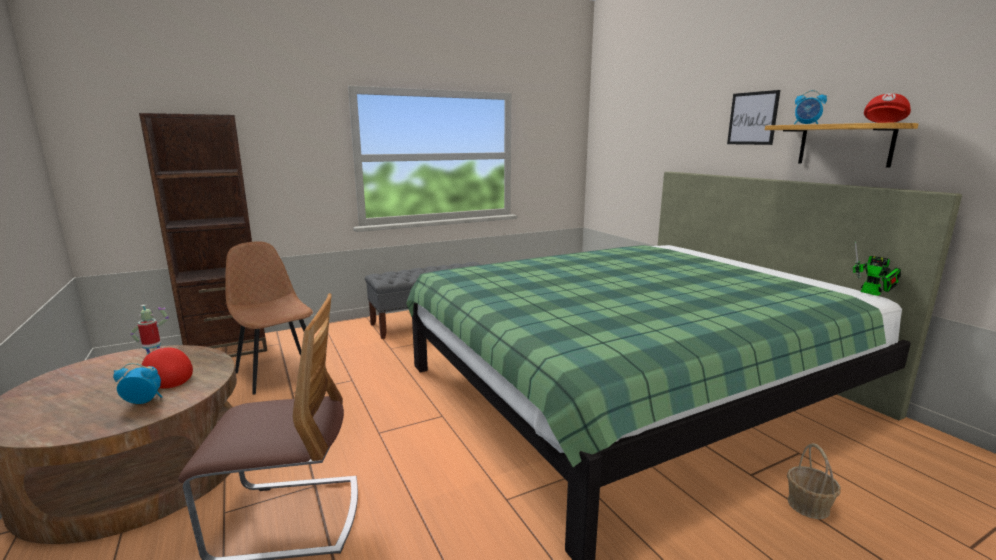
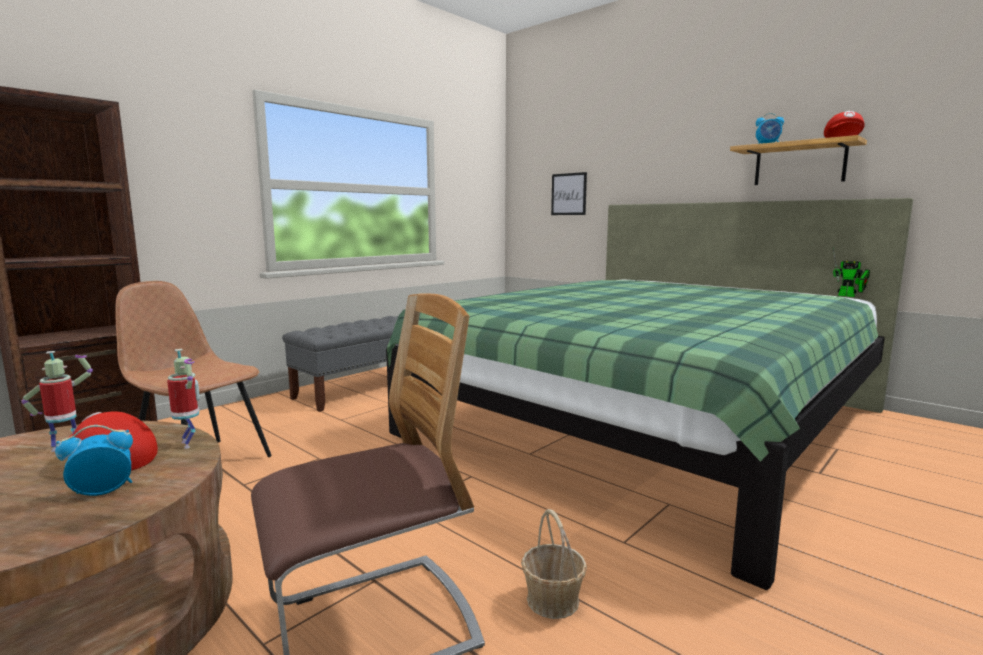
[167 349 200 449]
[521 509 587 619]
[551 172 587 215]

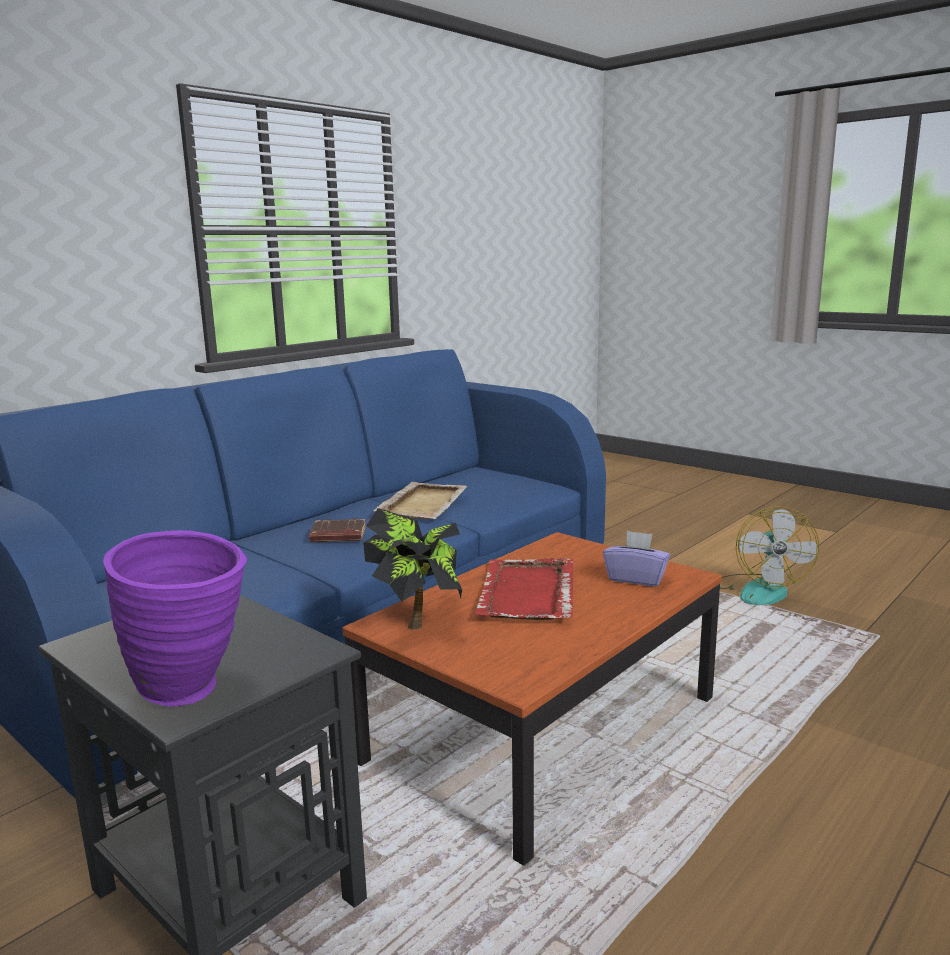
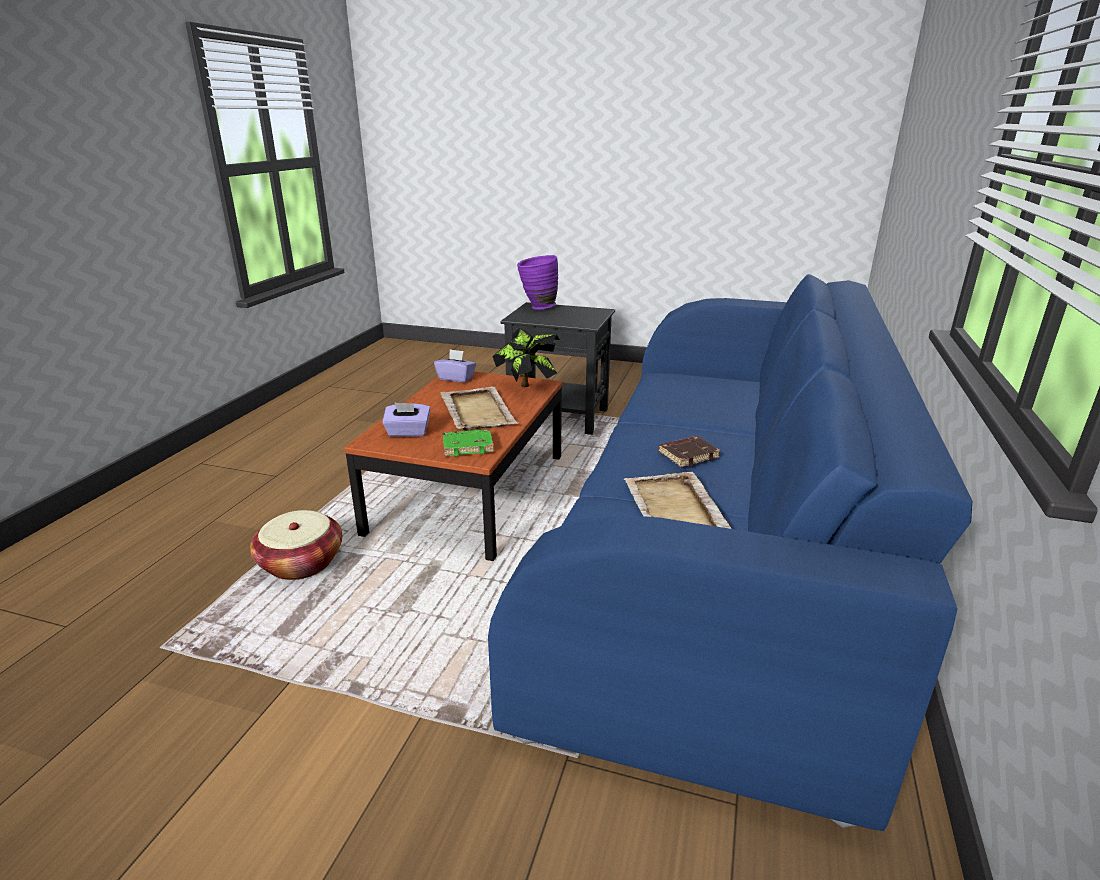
[250 510 342 580]
[434 349 476 383]
[440 387 518 431]
[443 429 494 457]
[720 506 820 605] (first image)

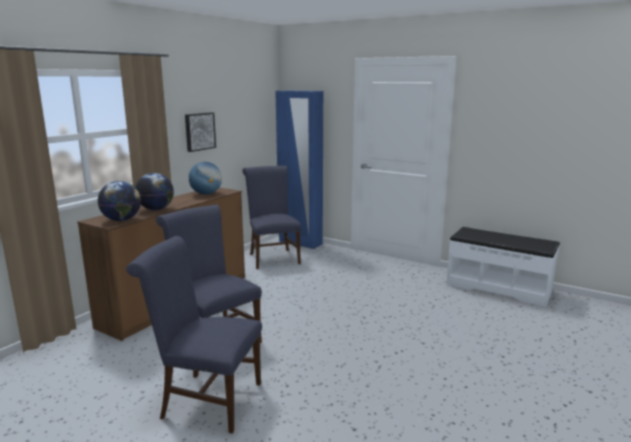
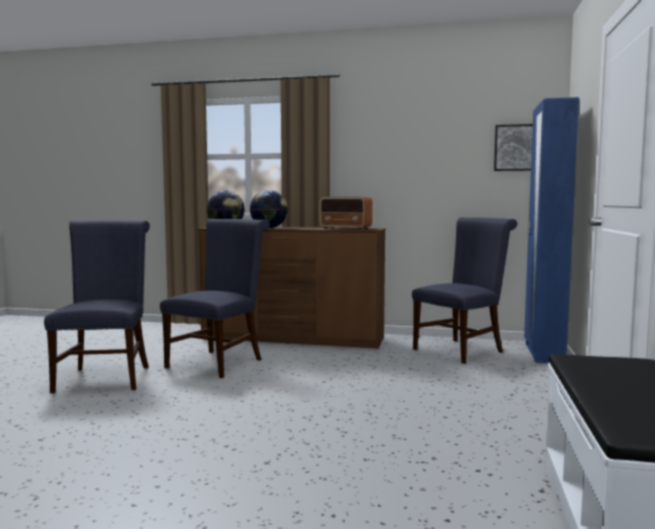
[319 196 373 230]
[494 124 533 171]

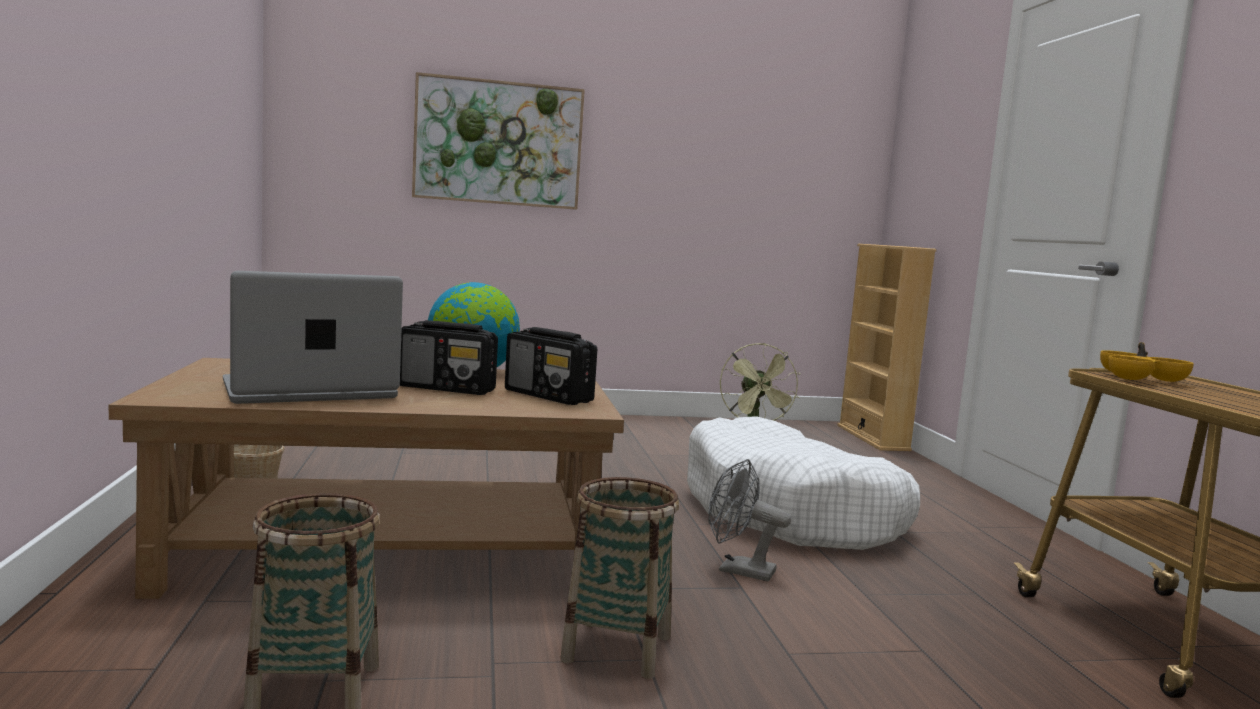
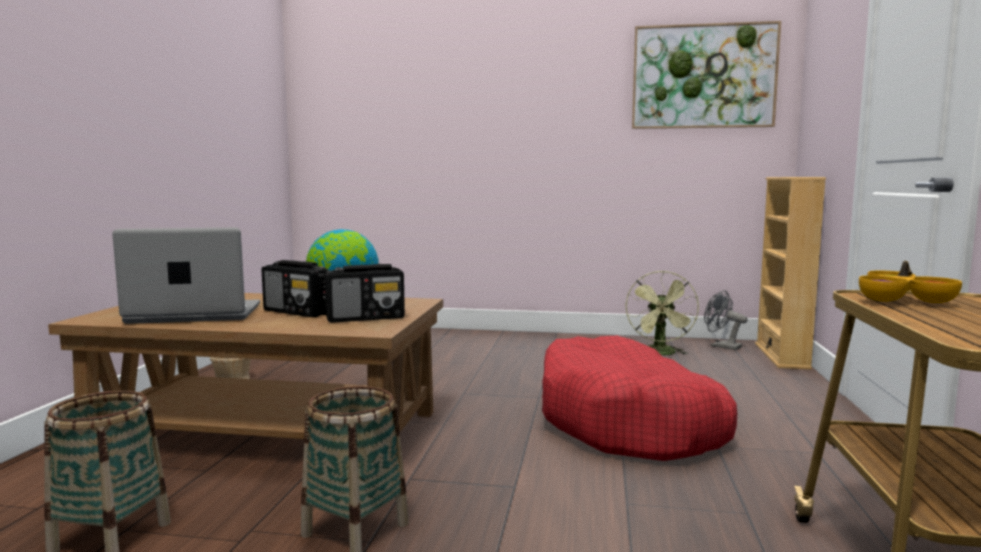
[325 264 405 323]
[542 336 737 461]
[632 21 781 129]
[704 290 748 350]

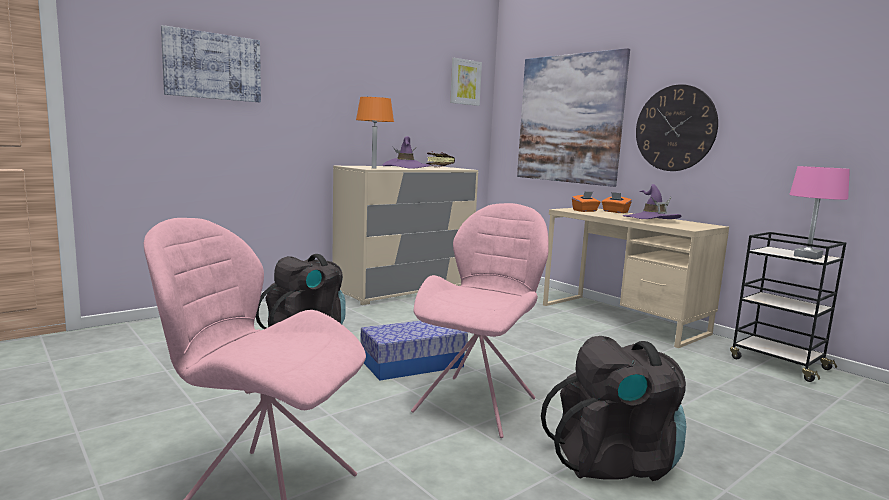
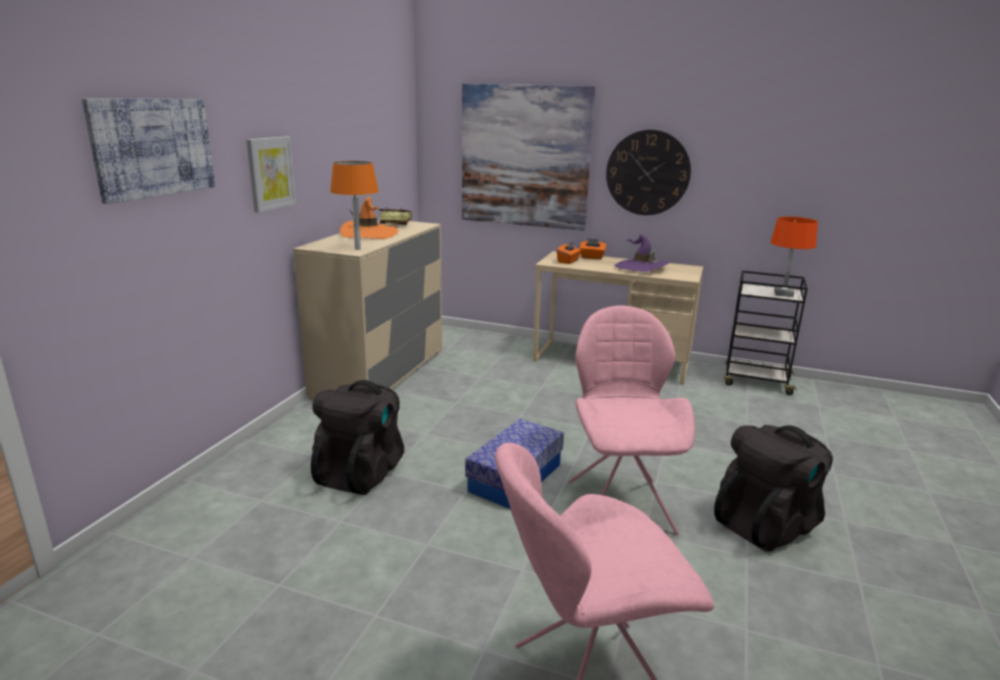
[247 136 296 213]
[340 197 398 239]
[771 217 818 297]

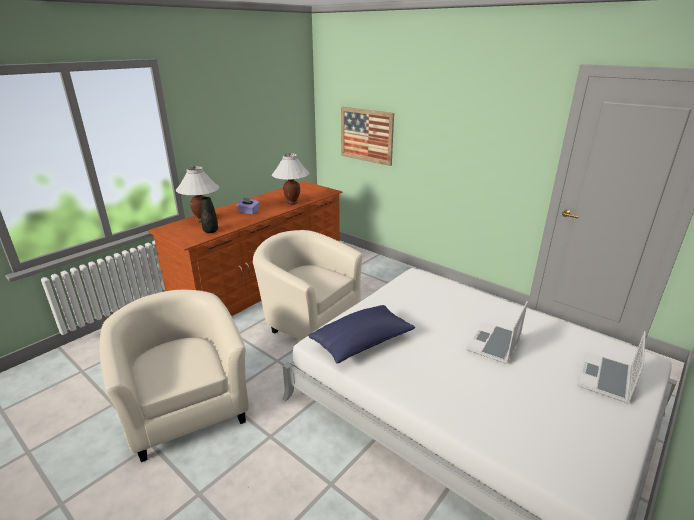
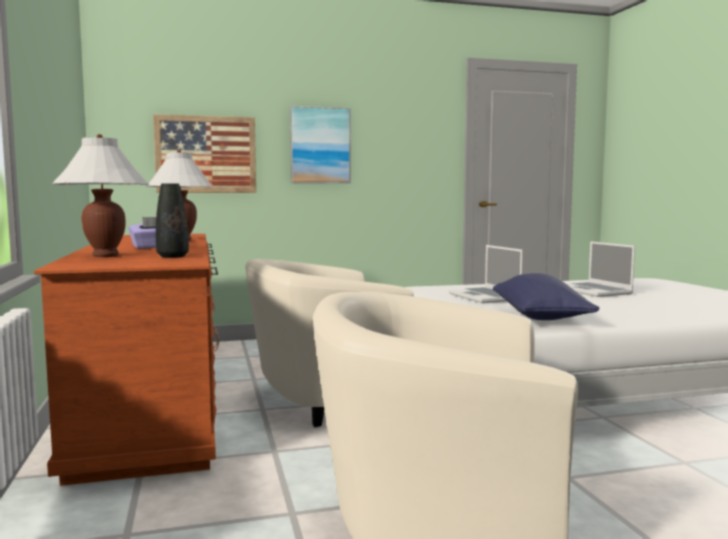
[290 106 351 184]
[449 245 523 303]

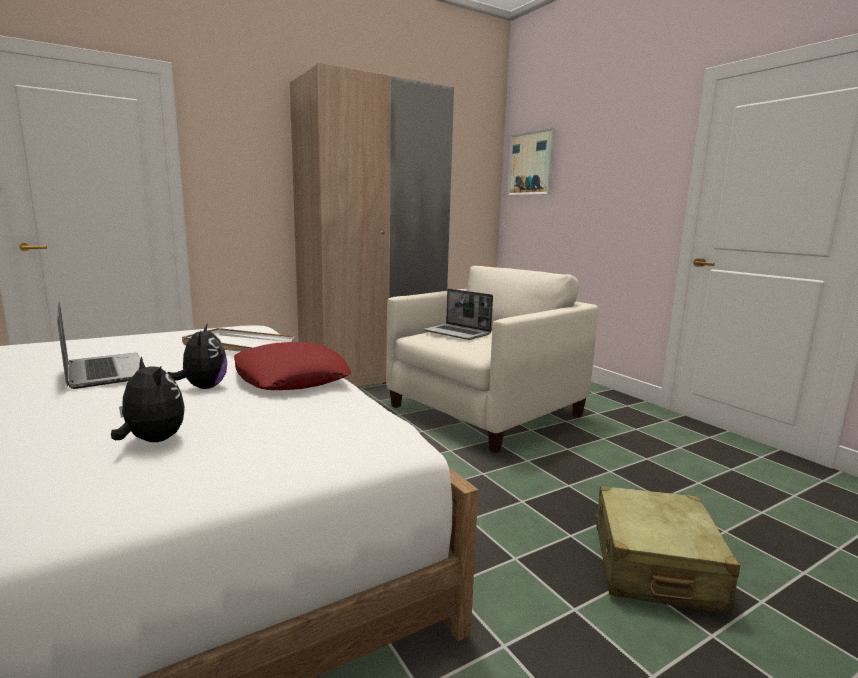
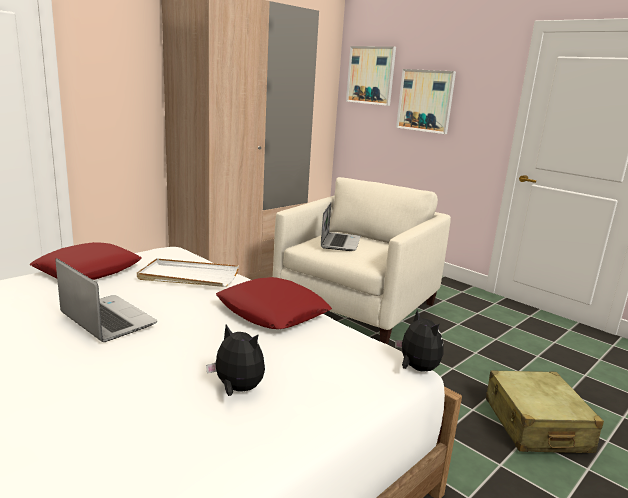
[30 242 142 280]
[321 203 361 251]
[395 309 444 372]
[396 69 456 134]

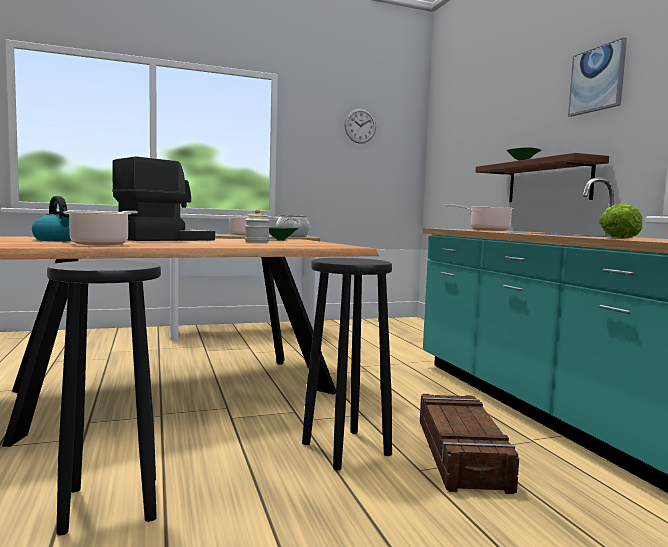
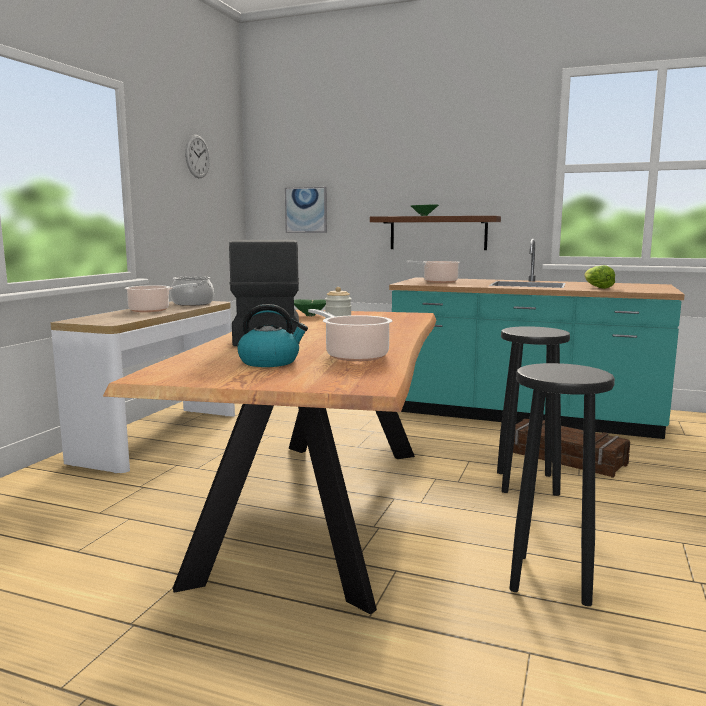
[285 187 327 233]

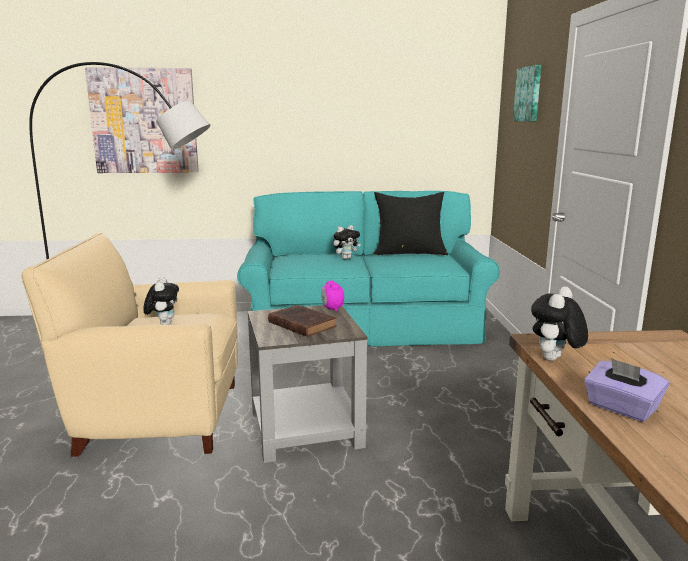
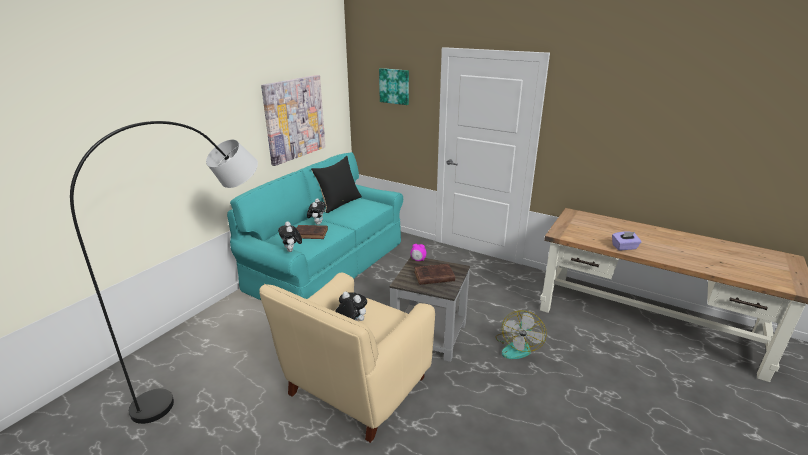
[261 75 326 166]
[278 221 302 252]
[296 225 328 239]
[496 310 547 359]

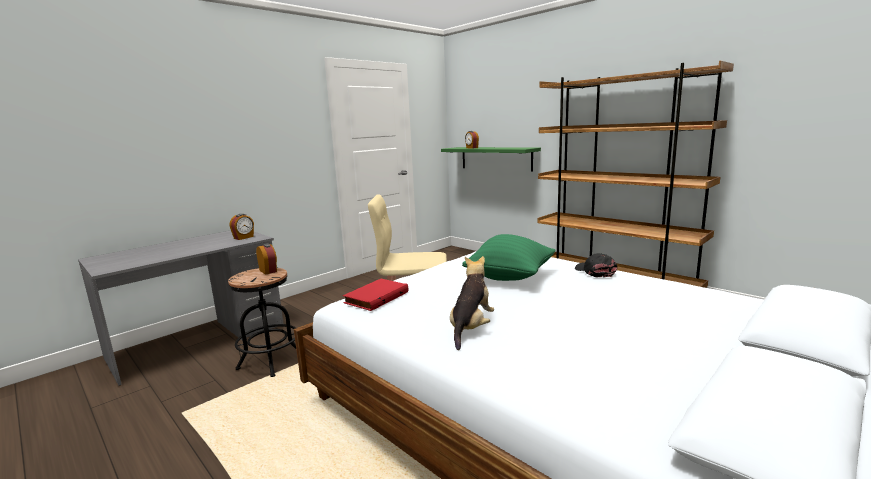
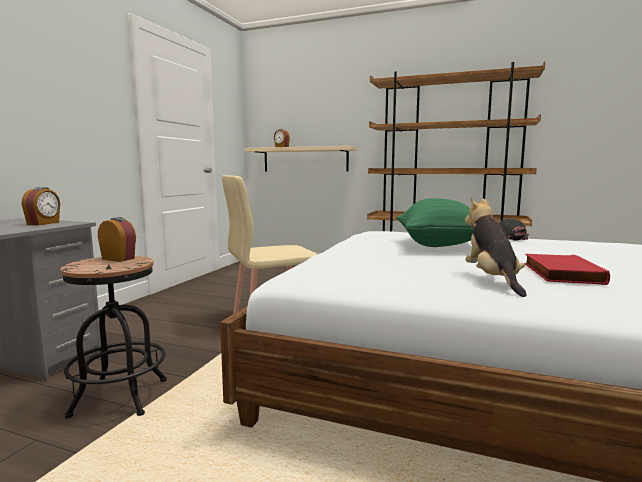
[245 146 357 172]
[525 254 610 285]

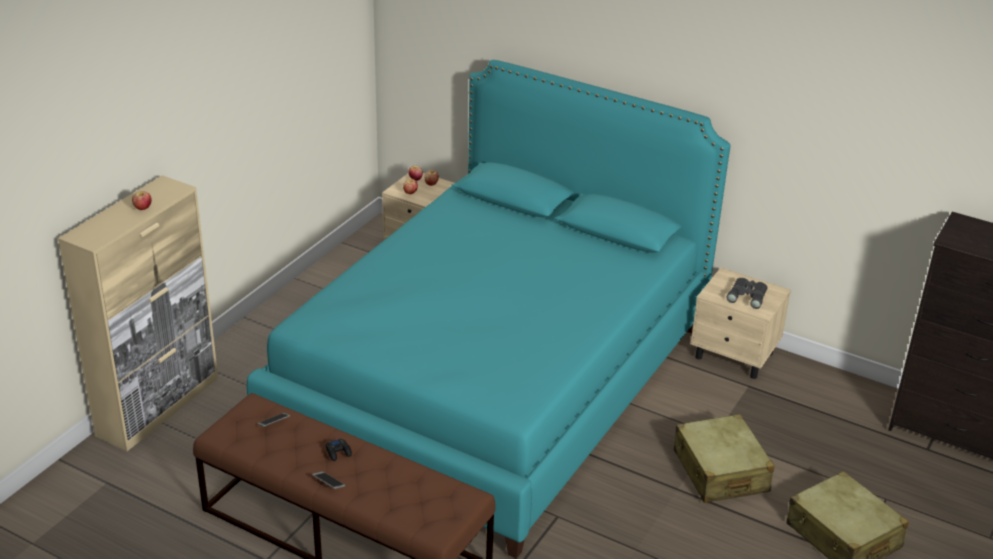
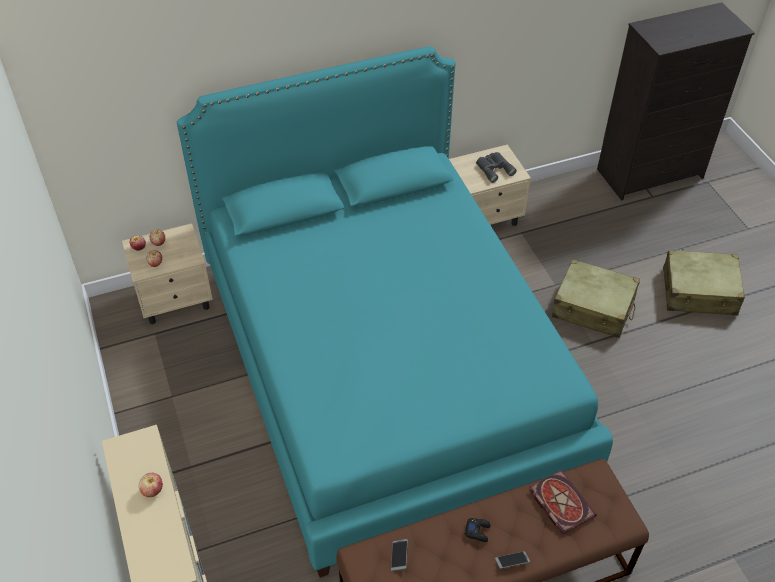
[529 470 597 535]

